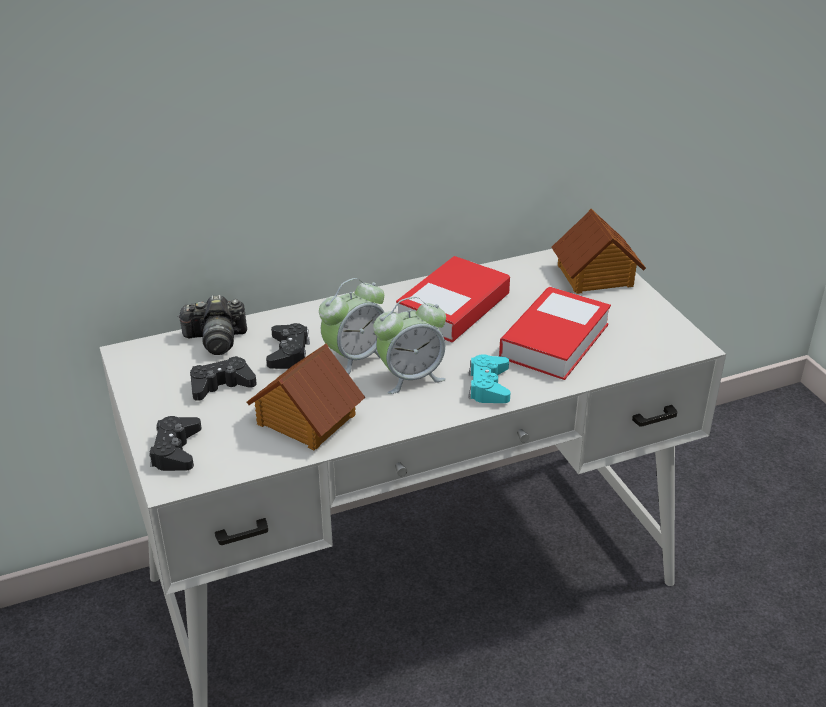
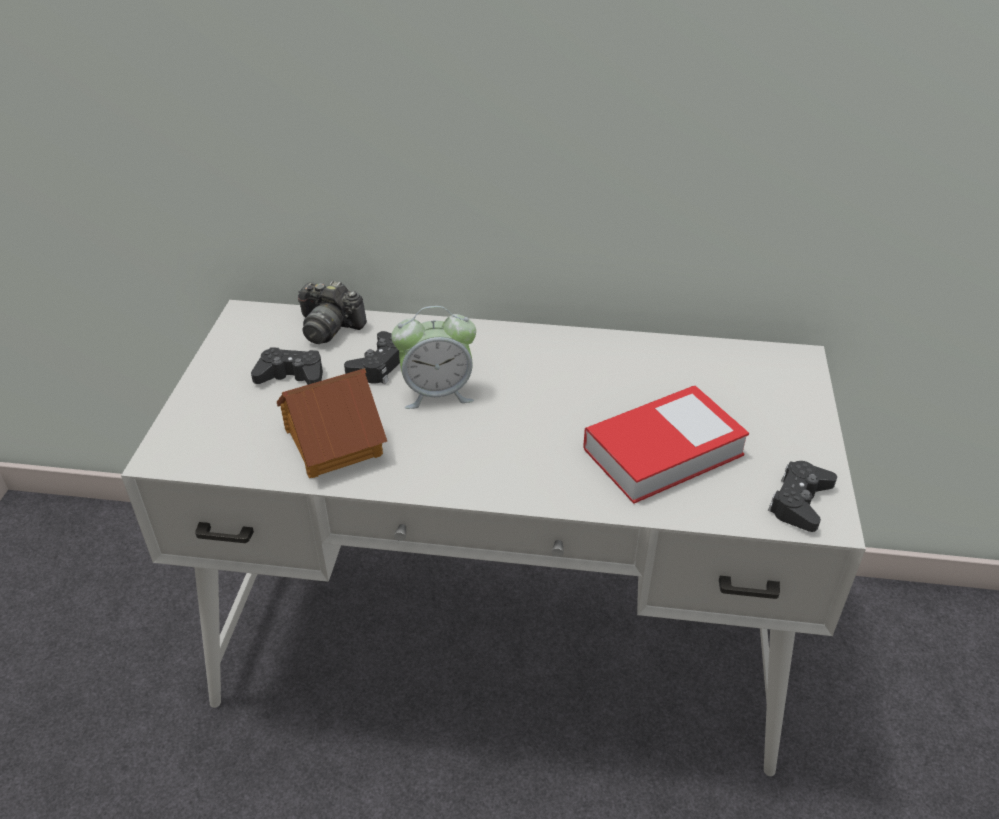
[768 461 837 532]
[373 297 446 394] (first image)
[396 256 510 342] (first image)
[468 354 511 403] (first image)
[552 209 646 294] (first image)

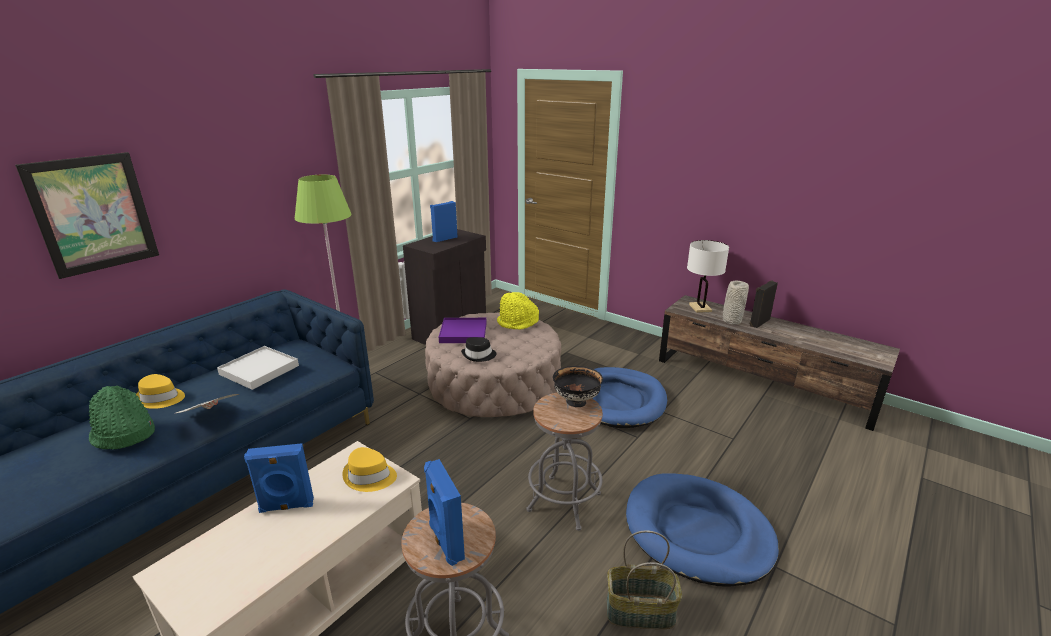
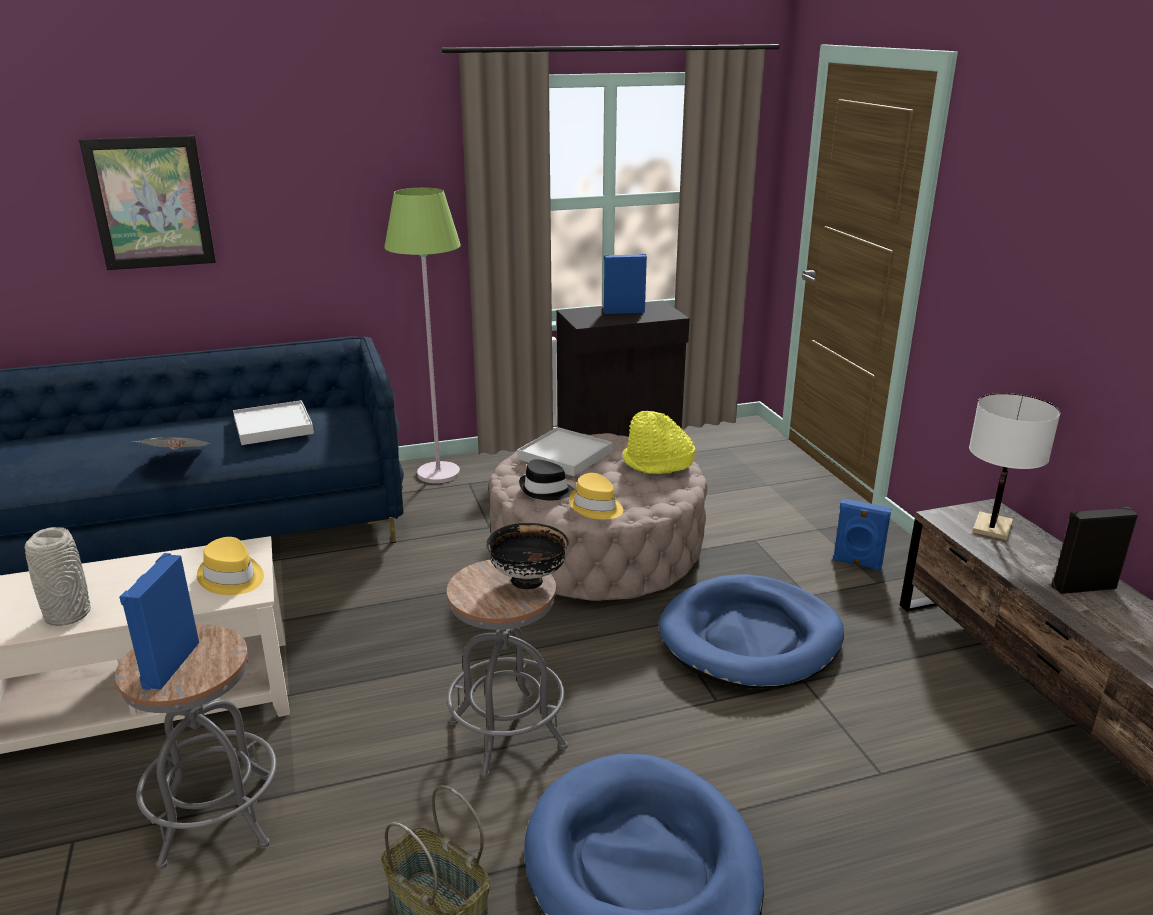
[25 527 91 626]
[517 427 612 476]
[569 473 623 519]
[833 498 892 571]
[89 386 155 449] (first image)

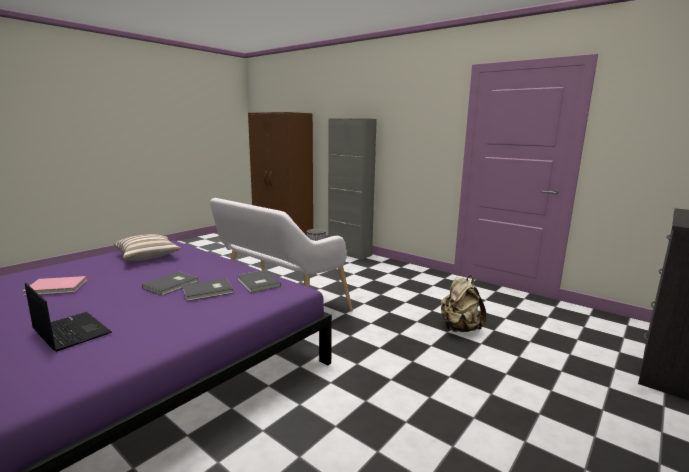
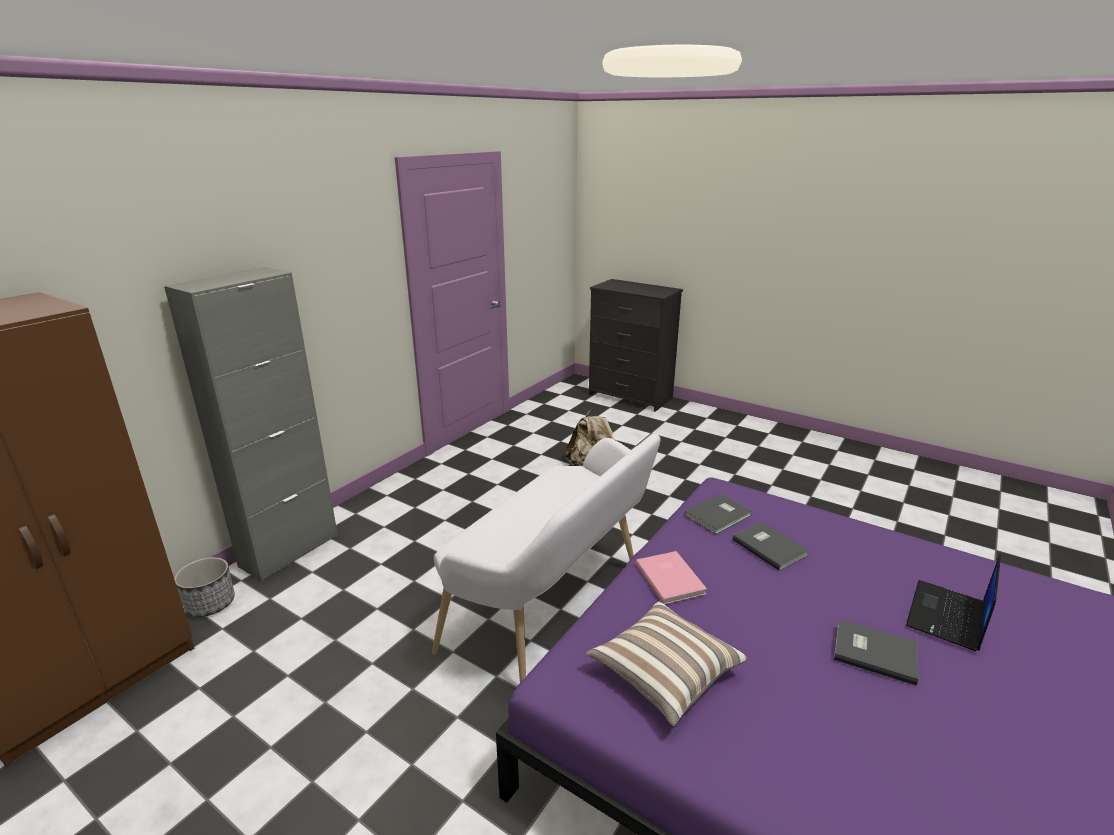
[635 551 707 604]
[834 619 919 686]

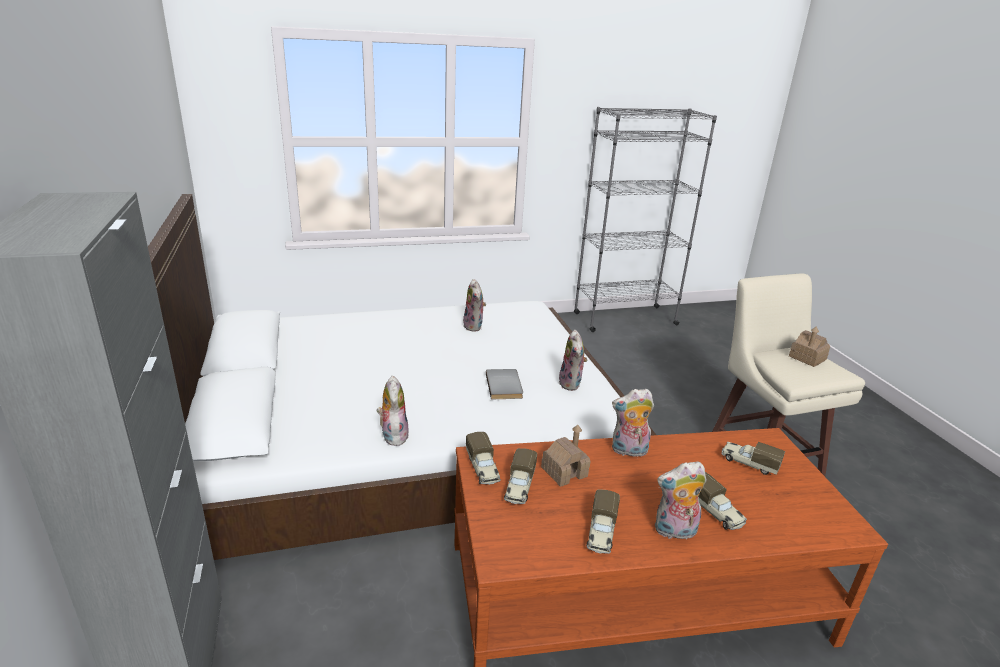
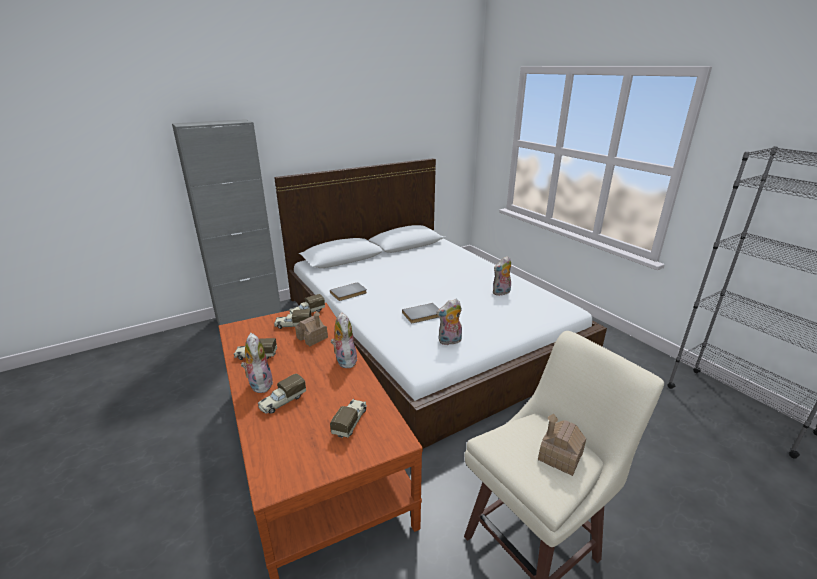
[330 282 367 301]

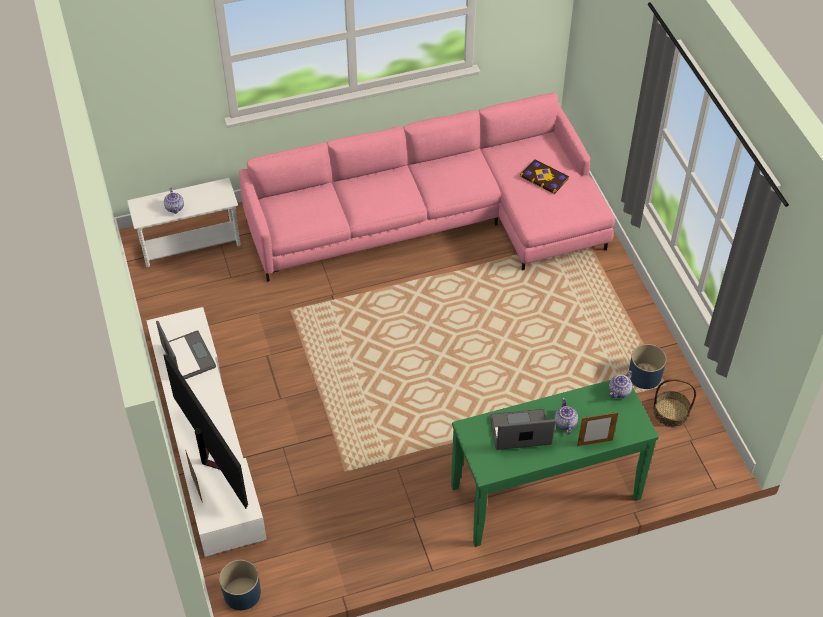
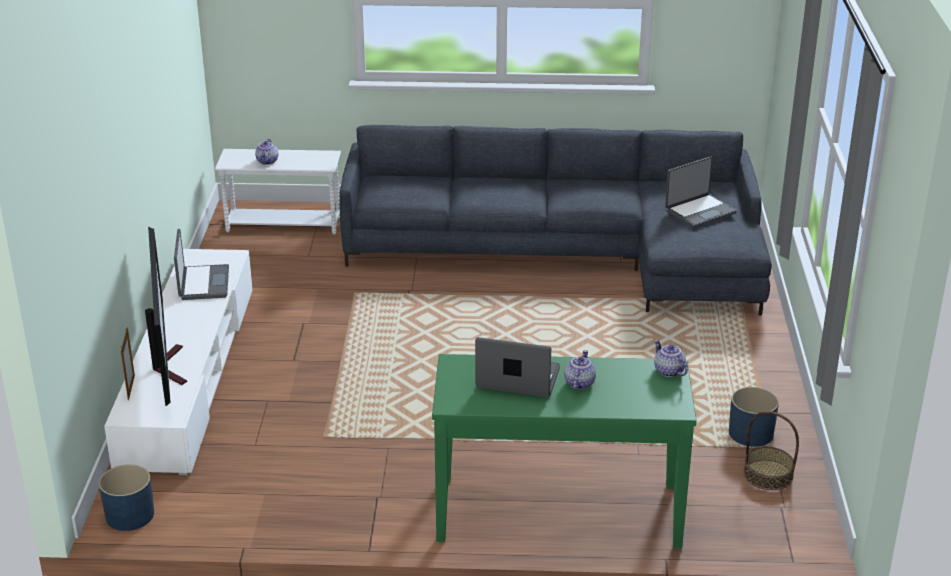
[339 125 772 316]
[654 340 688 377]
[665 156 737 228]
[577 412 618 446] (first image)

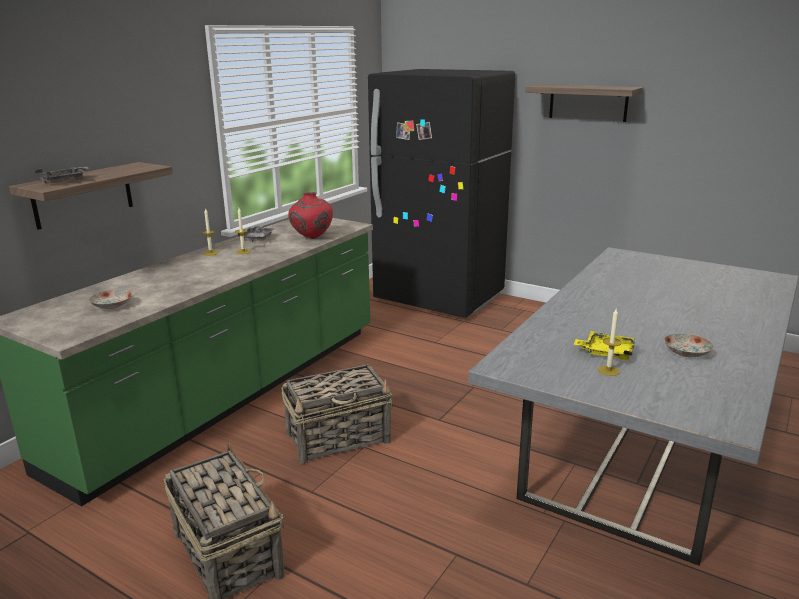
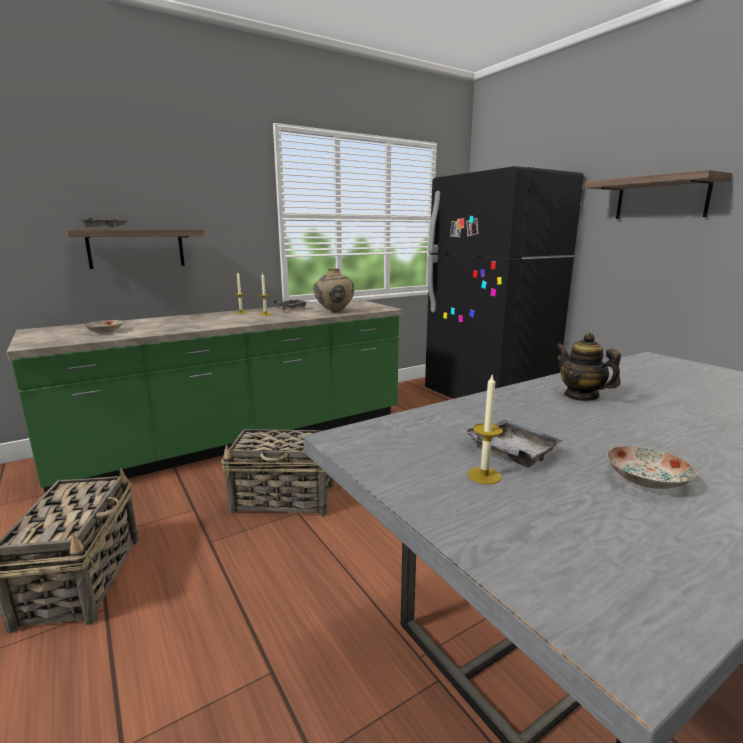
[313 269 354 313]
[460 420 562 468]
[556 333 621 401]

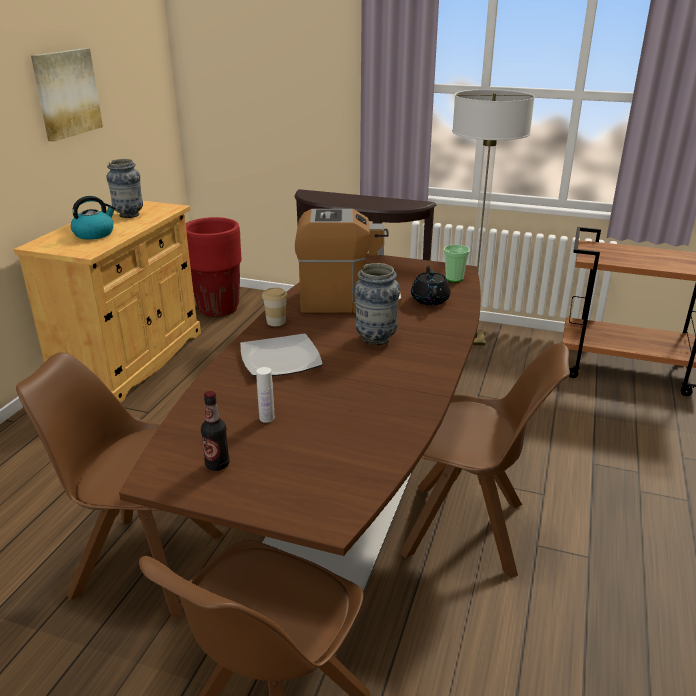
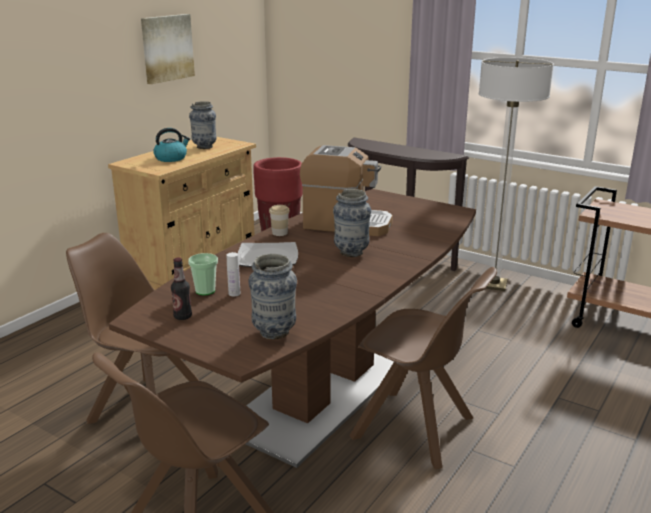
[188 253 218 295]
[248 254 297 339]
[411 265 450 305] (first image)

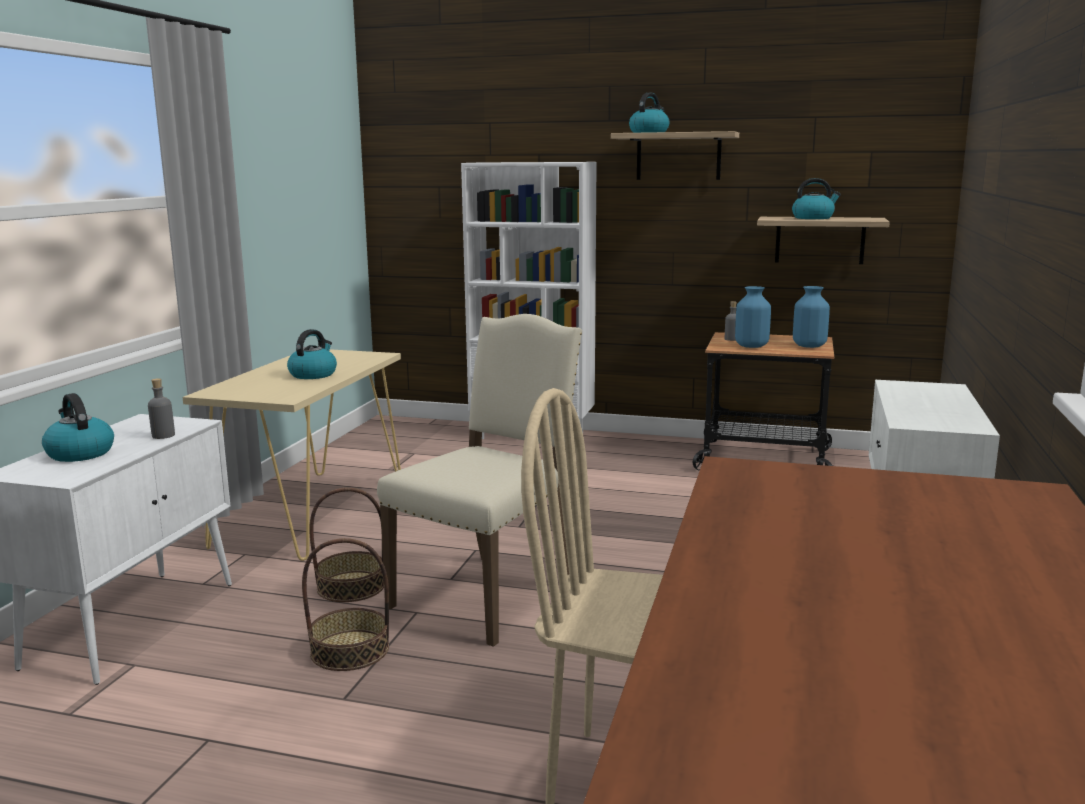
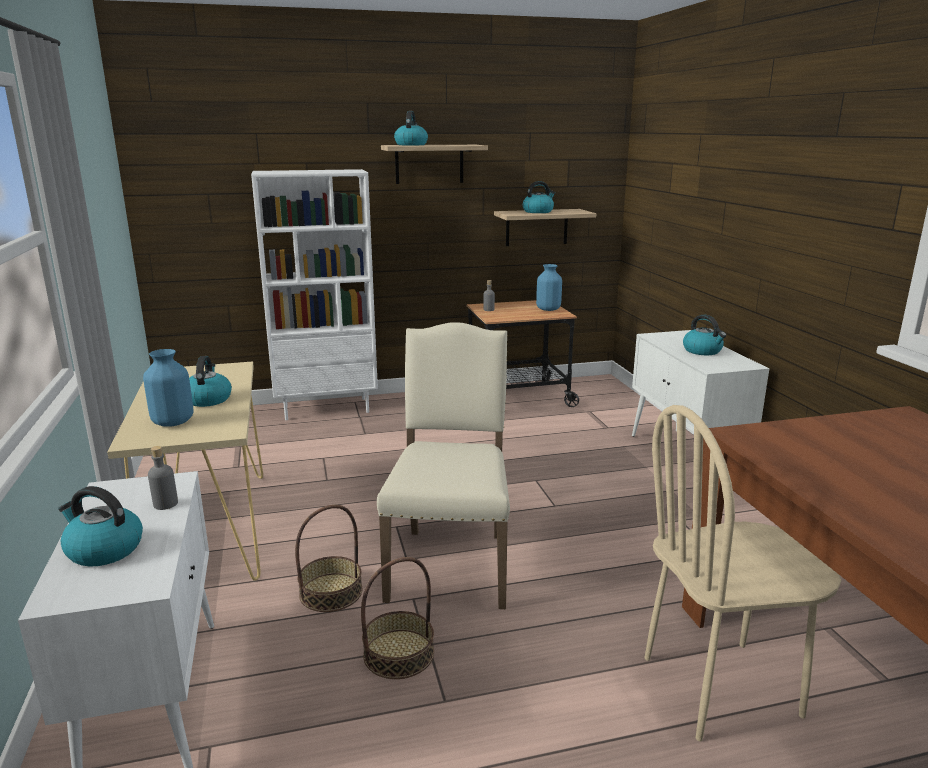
[143 349 194 427]
[683 315 726 355]

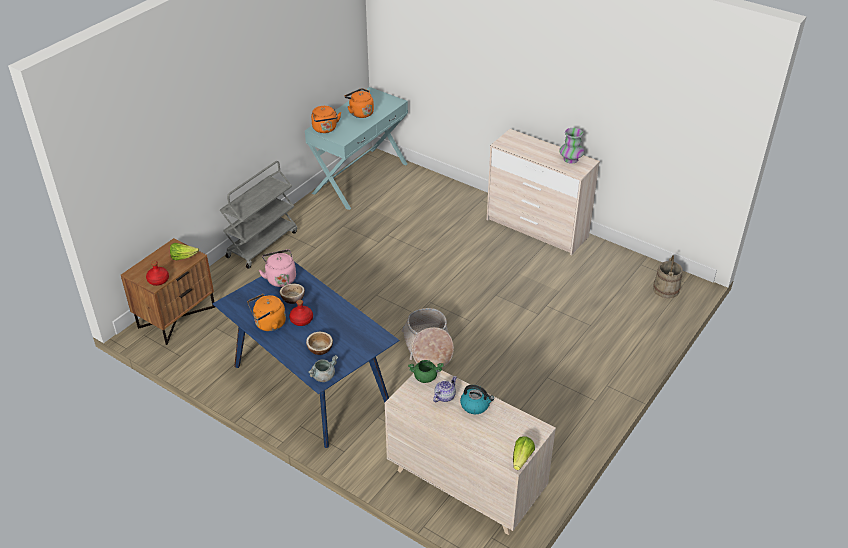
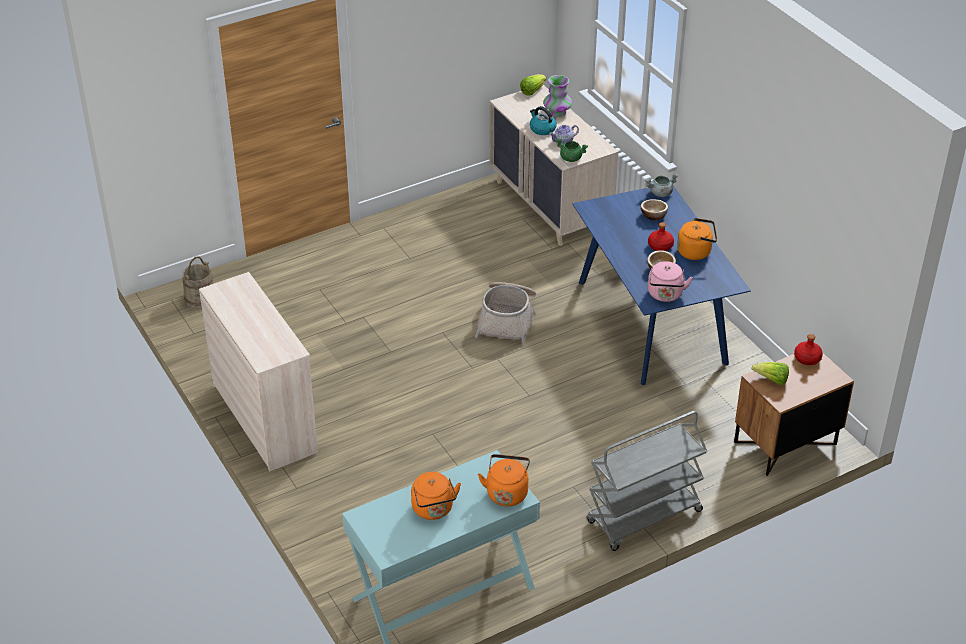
[543 75 572 117]

